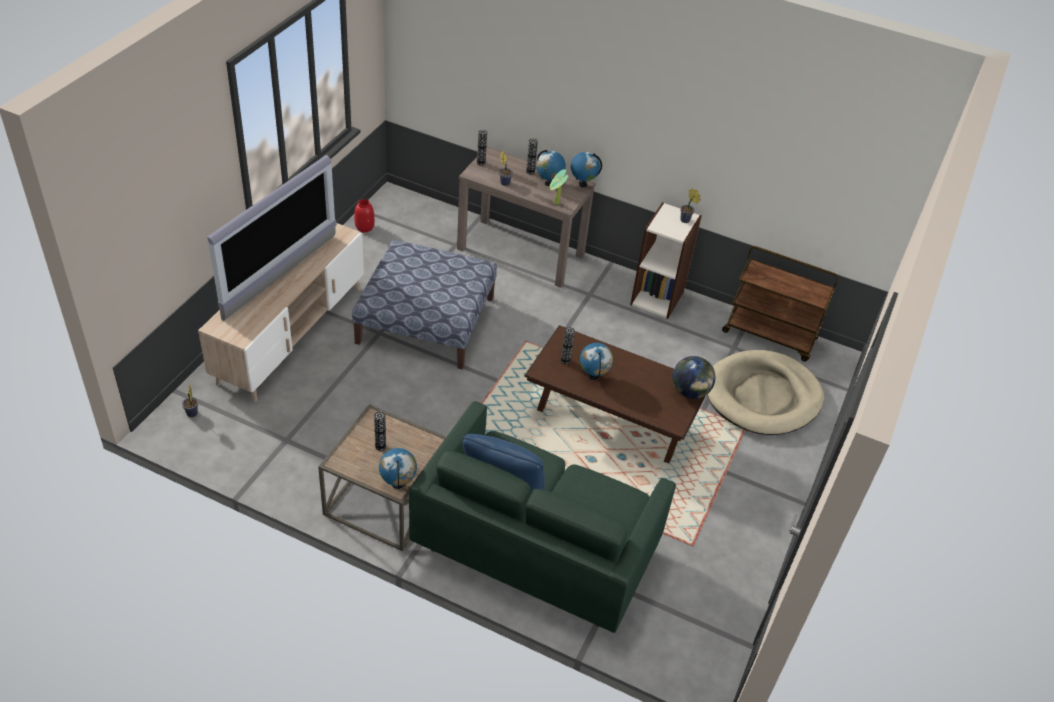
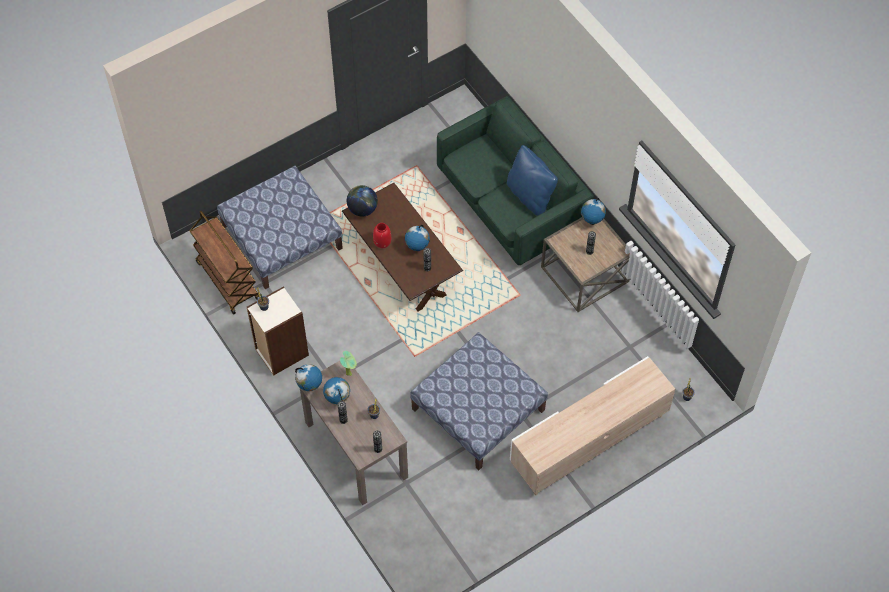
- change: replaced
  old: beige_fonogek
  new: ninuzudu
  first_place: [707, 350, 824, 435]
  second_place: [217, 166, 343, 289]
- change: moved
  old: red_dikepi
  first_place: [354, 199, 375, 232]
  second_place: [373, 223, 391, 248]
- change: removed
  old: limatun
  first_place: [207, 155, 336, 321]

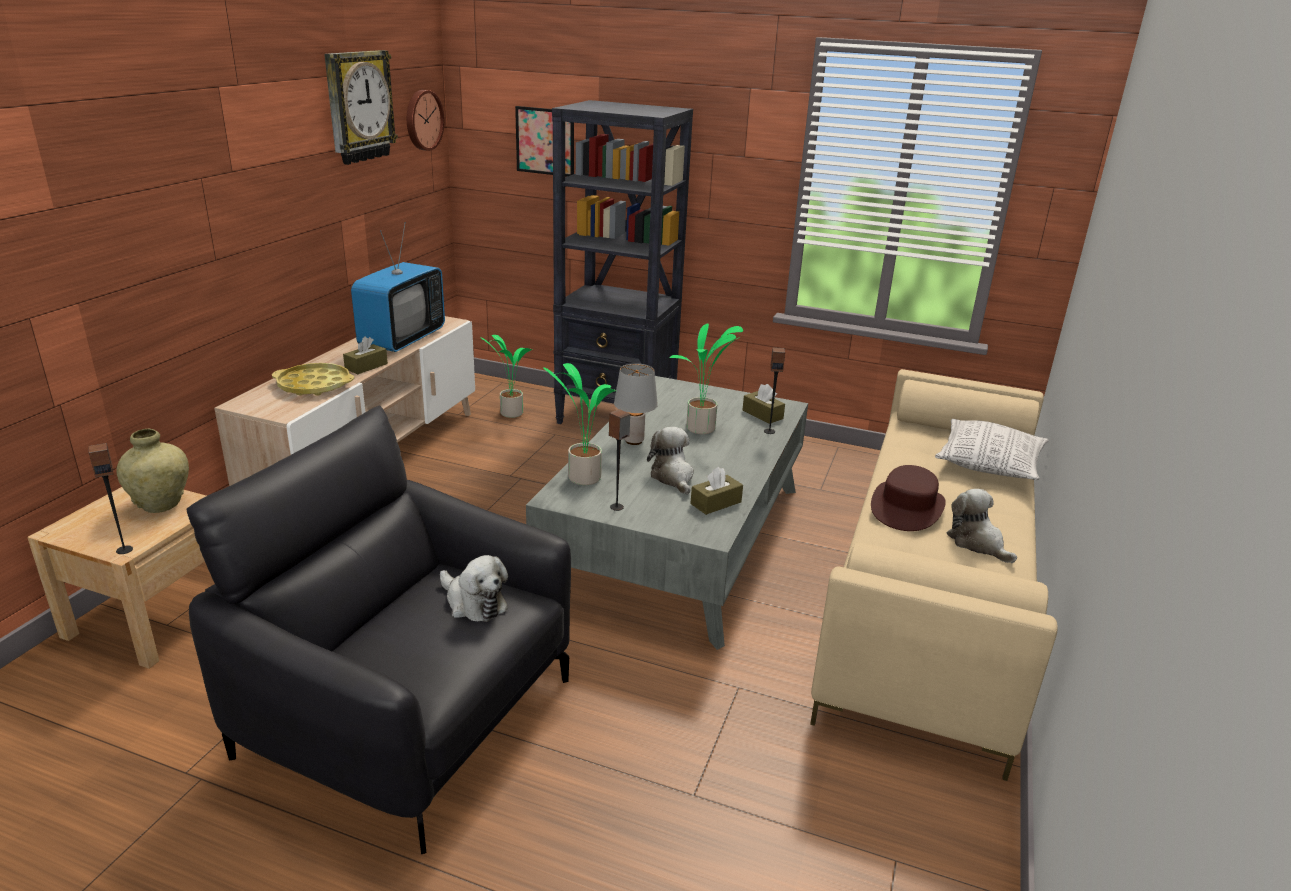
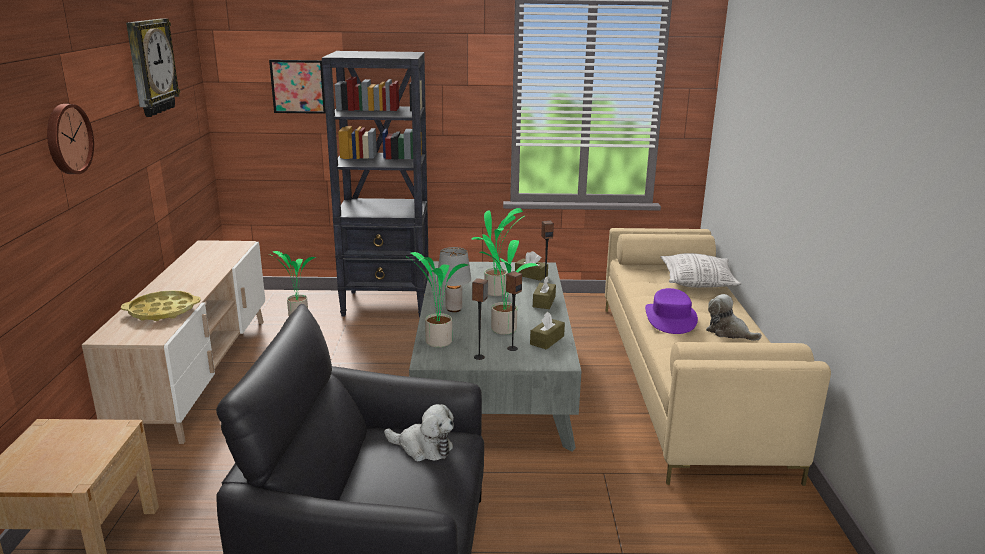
- change: moved
  old: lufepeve
  first_place: [407, 90, 445, 151]
  second_place: [47, 104, 94, 174]
- change: replaced
  old: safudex
  new: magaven
  first_place: [647, 427, 694, 495]
  second_place: [476, 234, 538, 335]
- change: moved
  old: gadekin
  first_place: [88, 443, 133, 554]
  second_place: [506, 271, 522, 351]
- change: moved
  old: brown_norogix
  first_place: [343, 336, 388, 374]
  second_place: [533, 276, 556, 309]
- change: recoloured
  old: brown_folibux
  new: purple_folibux
  first_place: [871, 465, 946, 531]
  second_place: [645, 288, 698, 334]
- change: removed
  old: beige_dikepi
  first_place: [117, 429, 189, 513]
- change: removed
  old: limatun
  first_place: [351, 222, 445, 352]

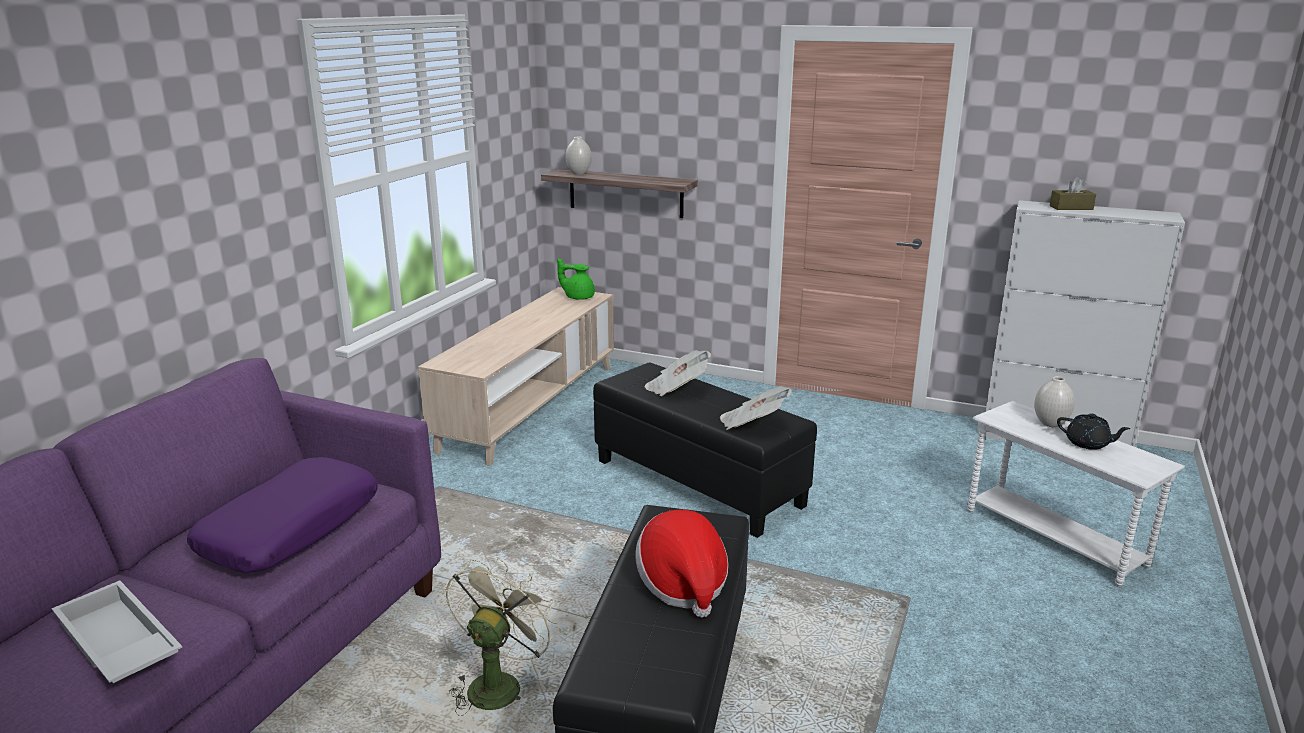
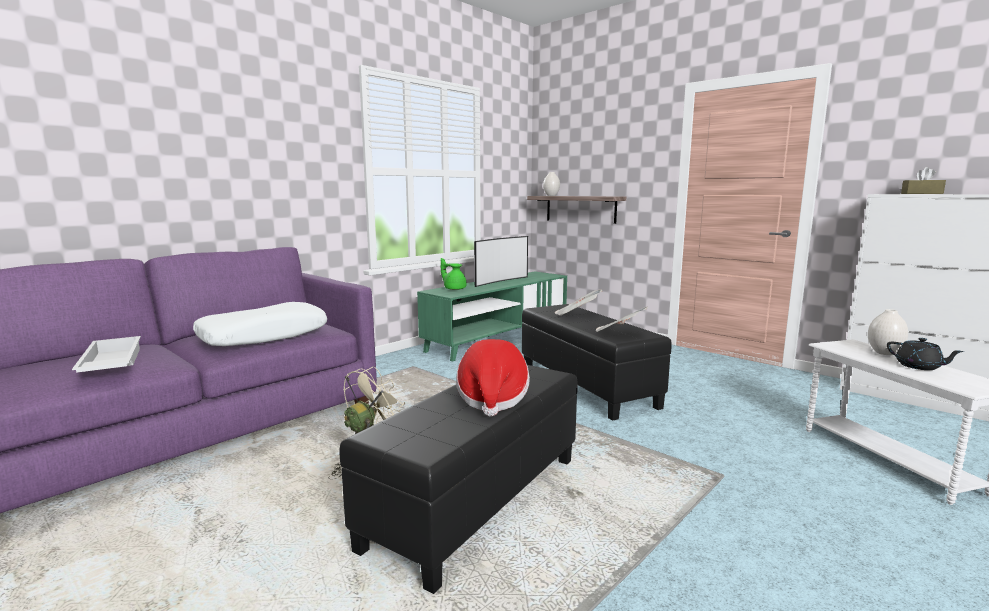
- change: recoloured
  old: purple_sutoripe
  new: white_sutoripe
  first_place: [187, 457, 378, 573]
  second_place: [193, 302, 327, 346]
- change: recoloured
  old: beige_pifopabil
  new: green_pifopabil
  first_place: [418, 287, 614, 466]
  second_place: [417, 271, 567, 361]
- change: moved
  old: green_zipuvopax
  first_place: [557, 258, 595, 300]
  second_place: [441, 258, 467, 290]
- change: added
  new: limatun
  second_place: [474, 236, 528, 287]

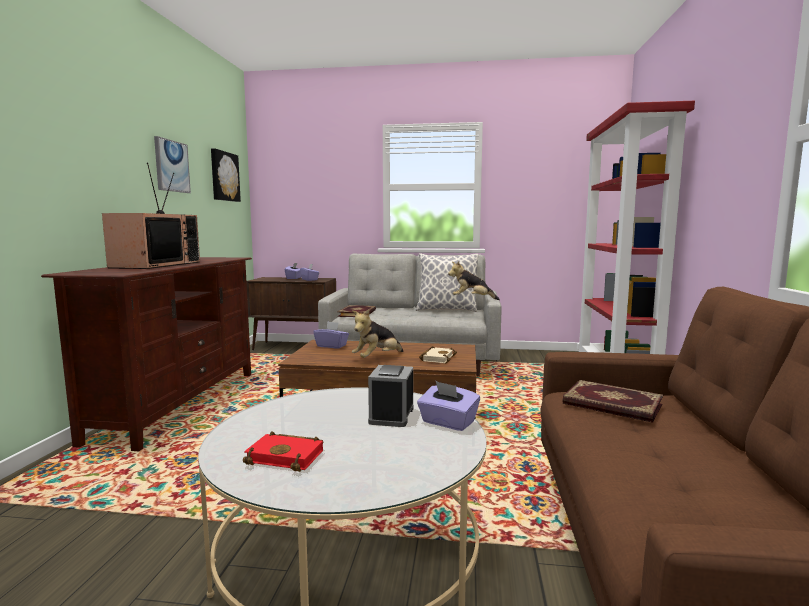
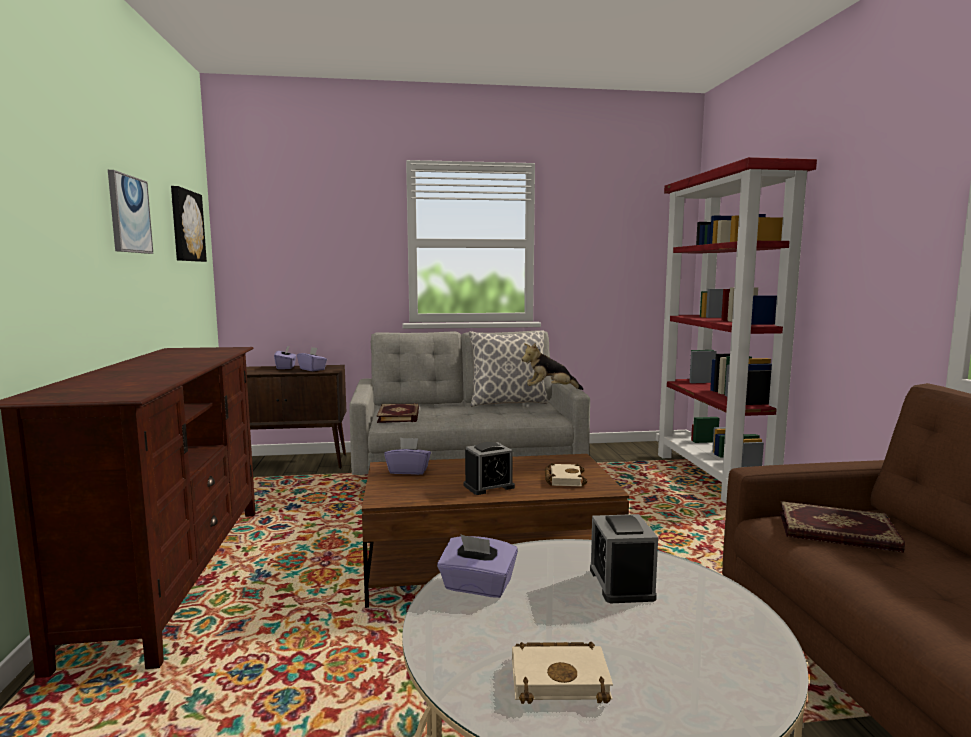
- change: moved
  old: purple_norogix
  first_place: [417, 381, 480, 431]
  second_place: [437, 534, 518, 598]
- change: replaced
  old: safudex
  new: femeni
  first_place: [352, 310, 403, 358]
  second_place: [463, 442, 515, 495]
- change: recoloured
  old: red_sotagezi
  new: beige_sotagezi
  first_place: [243, 431, 323, 472]
  second_place: [512, 642, 613, 704]
- change: removed
  old: limatun
  first_place: [102, 163, 200, 269]

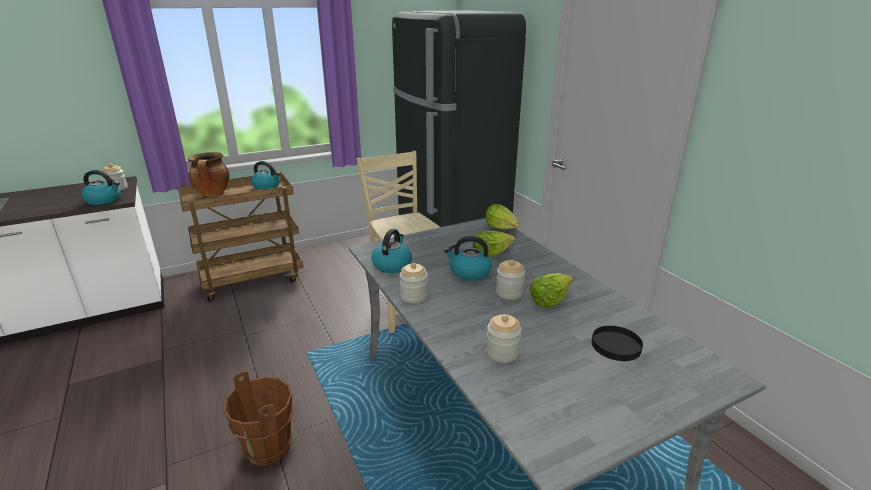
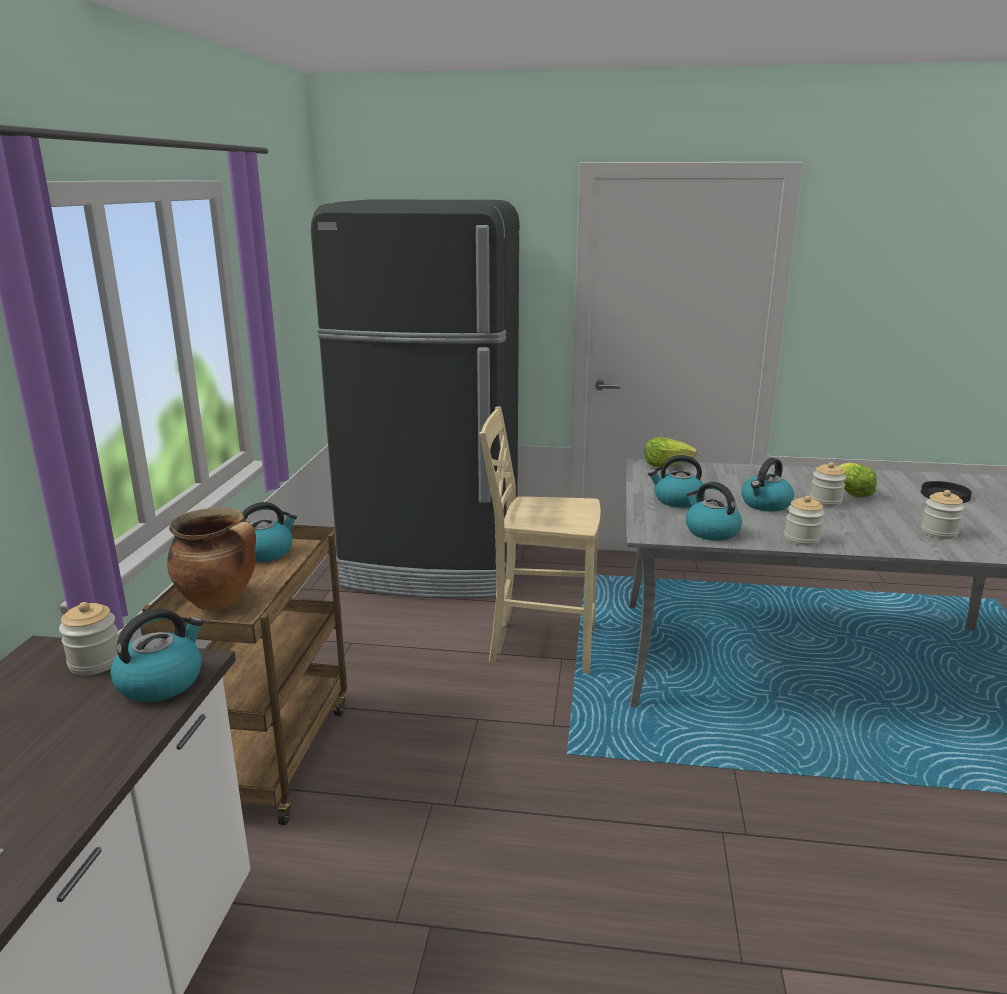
- change: added
  new: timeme
  second_place: [648, 455, 705, 508]
- change: removed
  old: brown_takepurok
  first_place: [223, 371, 294, 466]
- change: removed
  old: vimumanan
  first_place: [473, 231, 515, 257]

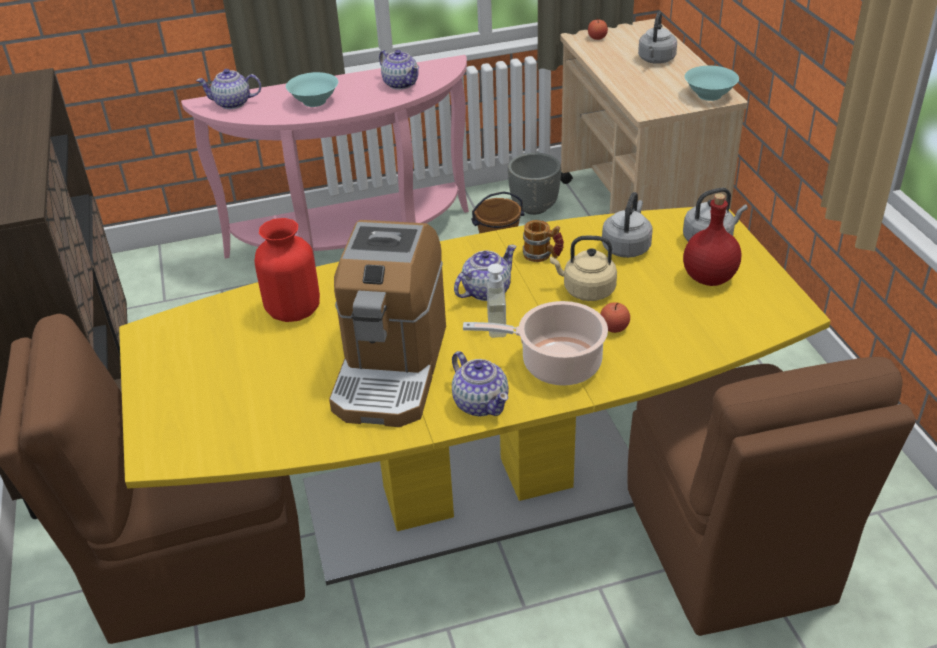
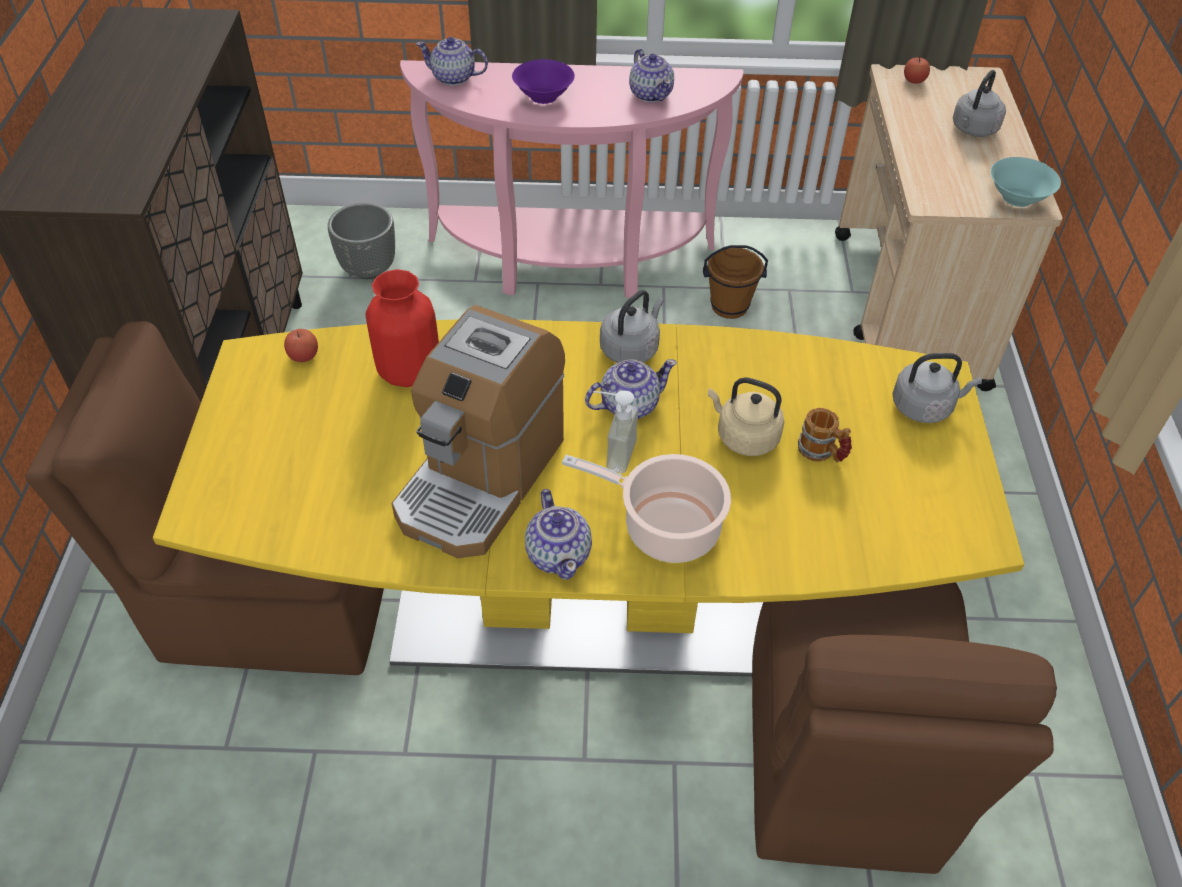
- change: moved
  old: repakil
  first_place: [600, 302, 630, 333]
  second_place: [284, 329, 318, 362]
- change: moved
  old: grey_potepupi
  first_place: [508, 153, 561, 215]
  second_place: [328, 203, 395, 279]
- change: recoloured
  old: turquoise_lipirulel
  new: purple_lipirulel
  first_place: [286, 72, 338, 107]
  second_place: [512, 59, 575, 104]
- change: moved
  old: grey_timeme
  first_place: [602, 192, 653, 258]
  second_place: [600, 290, 664, 363]
- change: moved
  old: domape
  first_place: [523, 220, 564, 262]
  second_place: [798, 408, 852, 463]
- change: removed
  old: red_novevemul
  first_place: [683, 193, 741, 286]

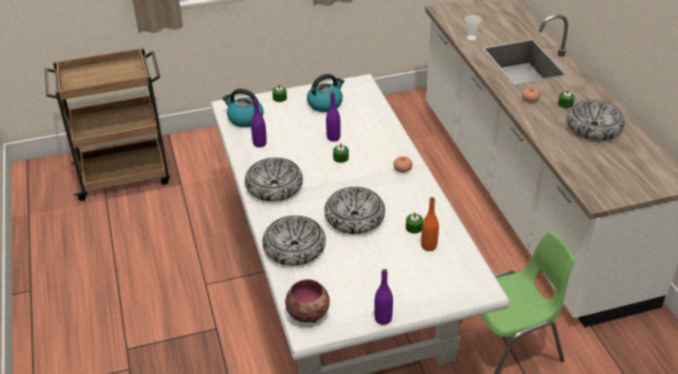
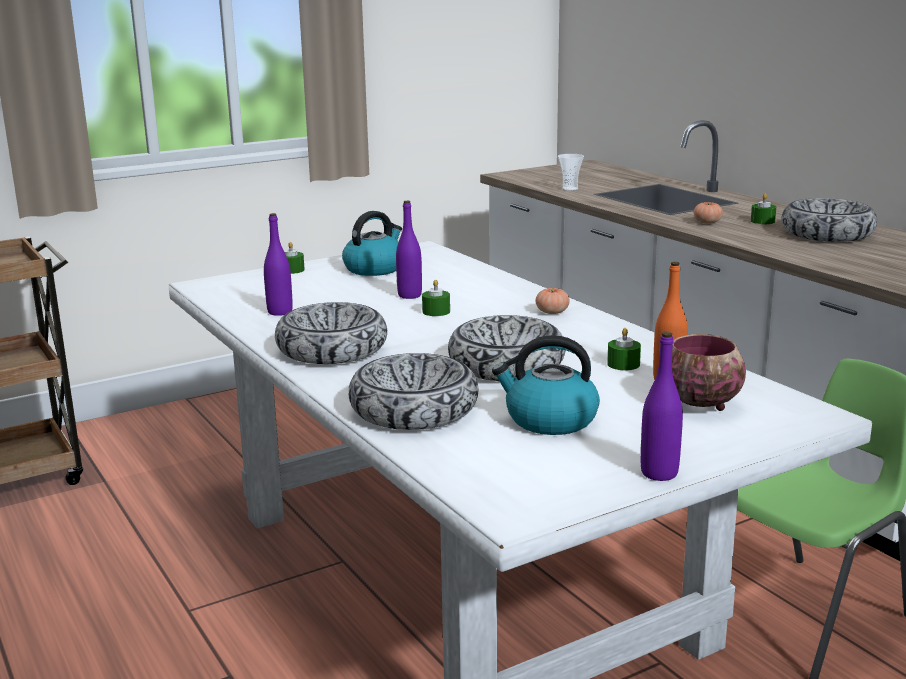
- change: moved
  old: timeme
  first_place: [222, 89, 264, 127]
  second_place: [492, 335, 600, 435]
- change: moved
  old: lipirulel
  first_place: [285, 279, 330, 323]
  second_place: [672, 334, 746, 411]

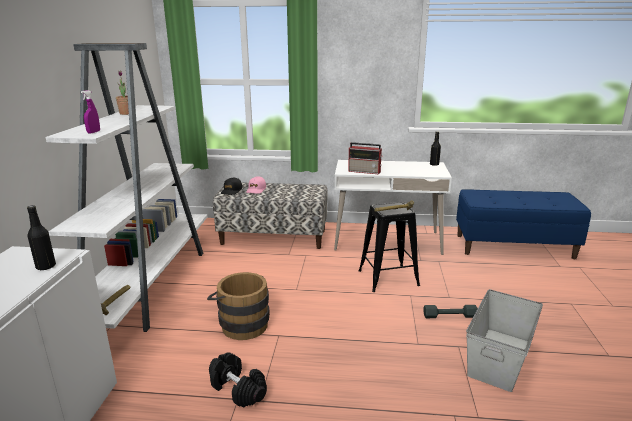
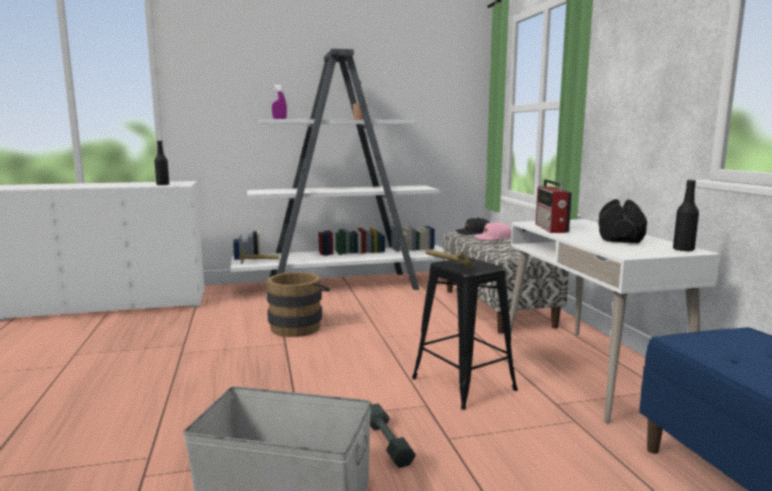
- change: moved
  old: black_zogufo
  first_place: [209, 353, 267, 408]
  second_place: [599, 199, 647, 243]

